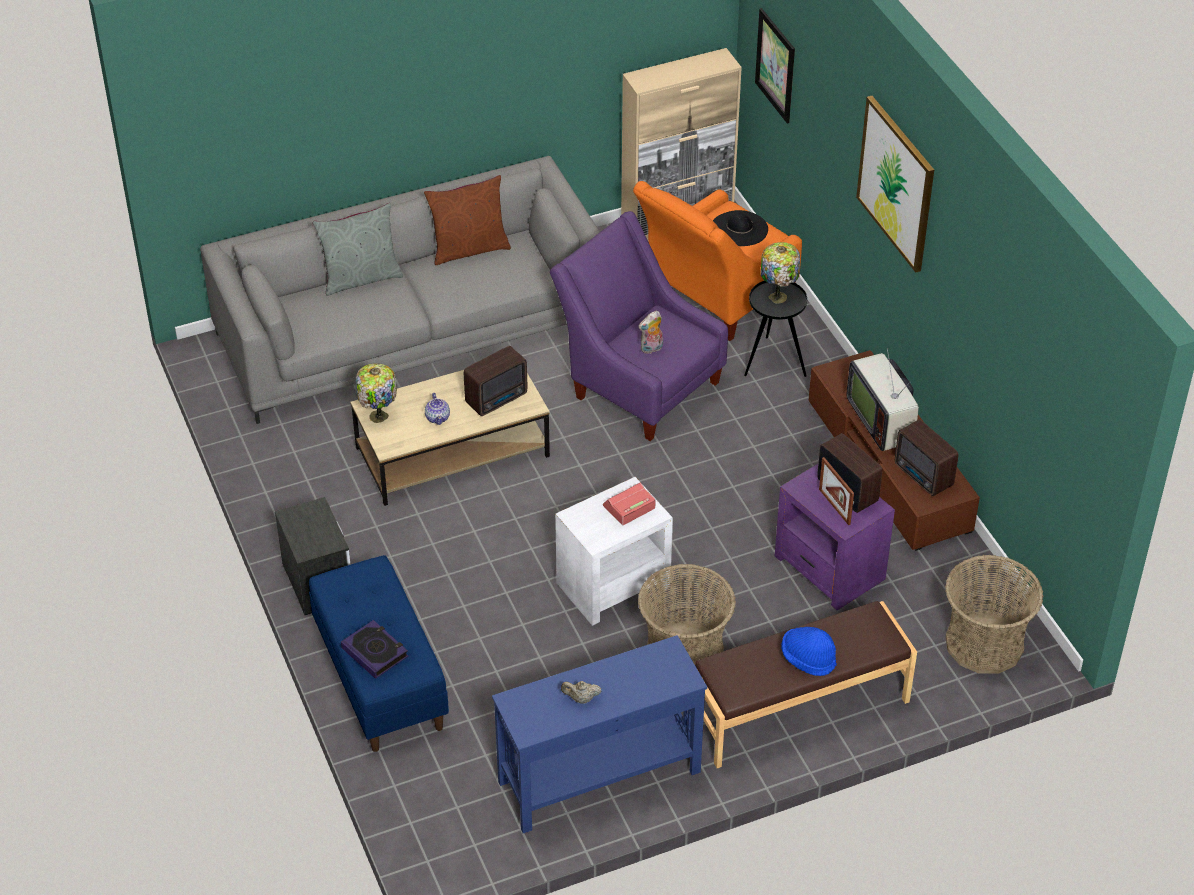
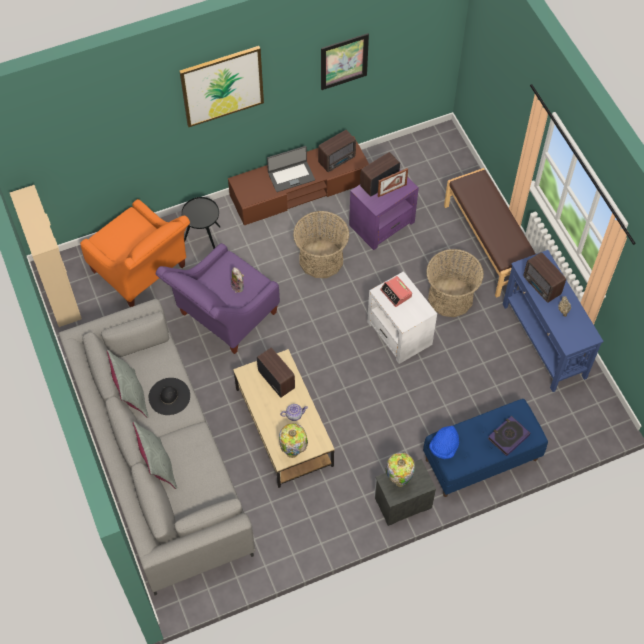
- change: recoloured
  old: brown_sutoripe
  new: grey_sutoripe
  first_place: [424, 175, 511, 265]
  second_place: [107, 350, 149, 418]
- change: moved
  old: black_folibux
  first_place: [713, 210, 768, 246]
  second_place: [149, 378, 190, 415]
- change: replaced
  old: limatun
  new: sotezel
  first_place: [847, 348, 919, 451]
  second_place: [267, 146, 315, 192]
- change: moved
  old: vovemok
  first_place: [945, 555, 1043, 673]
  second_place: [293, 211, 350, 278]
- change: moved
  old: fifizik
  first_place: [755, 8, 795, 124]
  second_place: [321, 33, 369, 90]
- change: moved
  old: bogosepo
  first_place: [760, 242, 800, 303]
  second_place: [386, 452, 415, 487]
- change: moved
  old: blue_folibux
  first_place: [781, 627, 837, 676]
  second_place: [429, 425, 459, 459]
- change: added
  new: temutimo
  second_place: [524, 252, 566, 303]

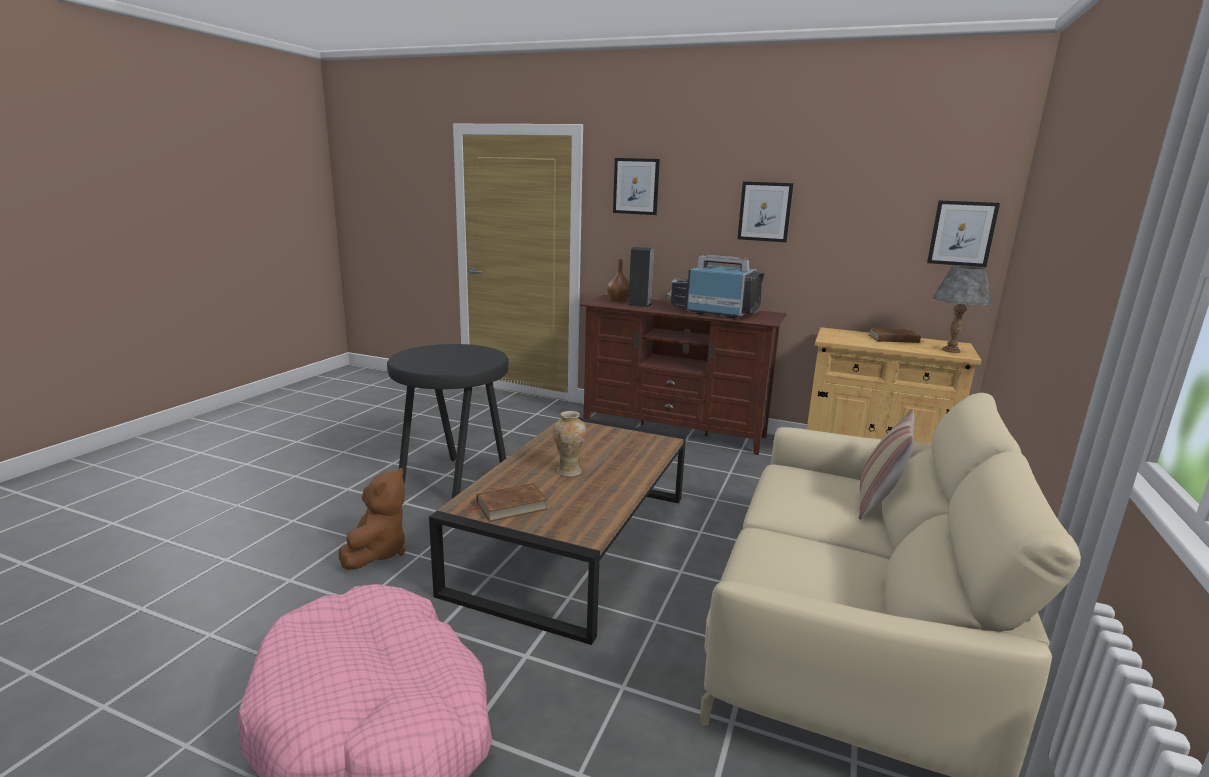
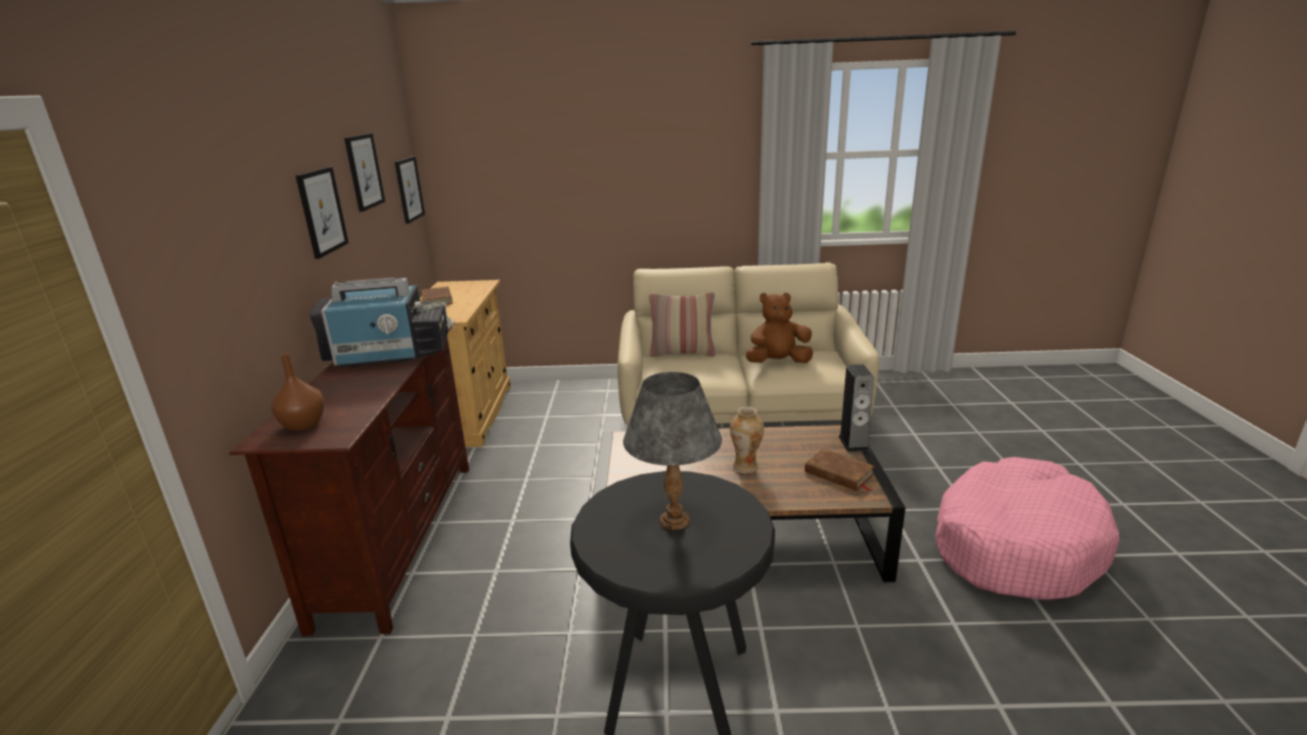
- change: turned
  old: limatun
  first_place: [667, 255, 764, 318]
  second_place: [310, 277, 455, 367]
  degrees: -105
- change: moved
  old: fifizik
  first_place: [613, 158, 660, 215]
  second_place: [344, 133, 385, 212]
- change: moved
  old: grey_bogosepo
  first_place: [933, 265, 992, 353]
  second_place: [623, 372, 722, 530]
- change: moved
  old: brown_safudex
  first_place: [339, 468, 405, 570]
  second_place: [745, 293, 813, 363]
- change: moved
  old: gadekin
  first_place: [627, 247, 654, 308]
  second_place: [838, 364, 874, 452]

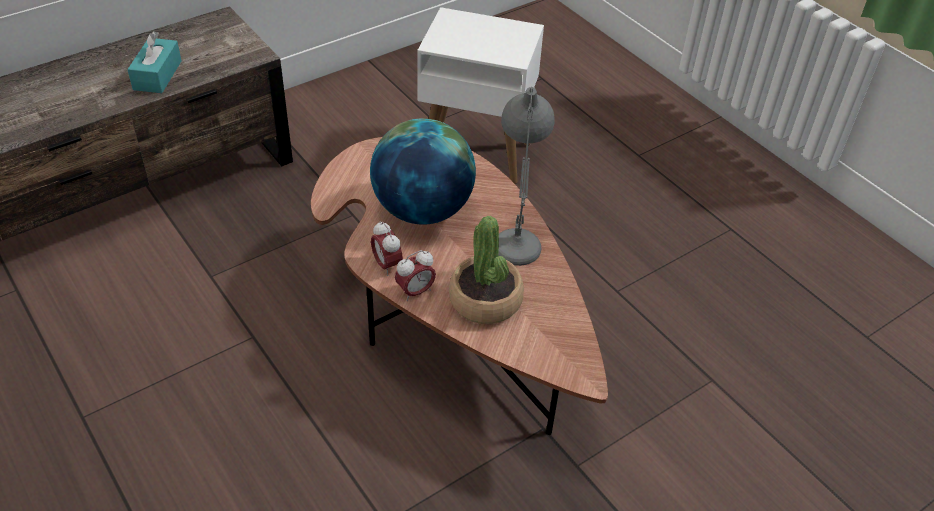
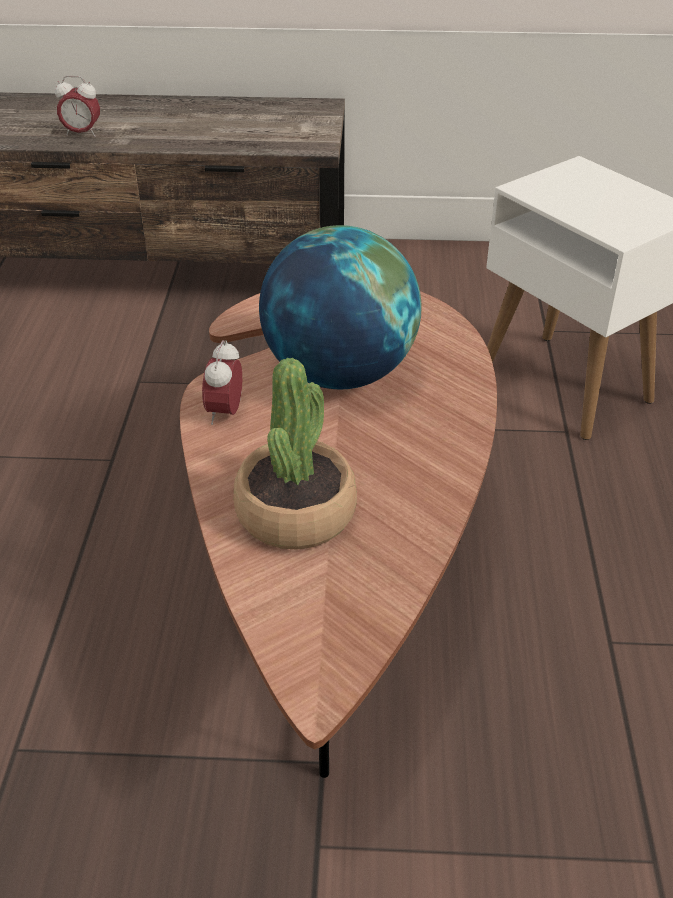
- change: moved
  old: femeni
  first_place: [395, 250, 436, 301]
  second_place: [55, 76, 100, 137]
- change: removed
  old: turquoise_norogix
  first_place: [127, 31, 181, 93]
- change: removed
  old: grey_bogosepo
  first_place: [498, 87, 555, 266]

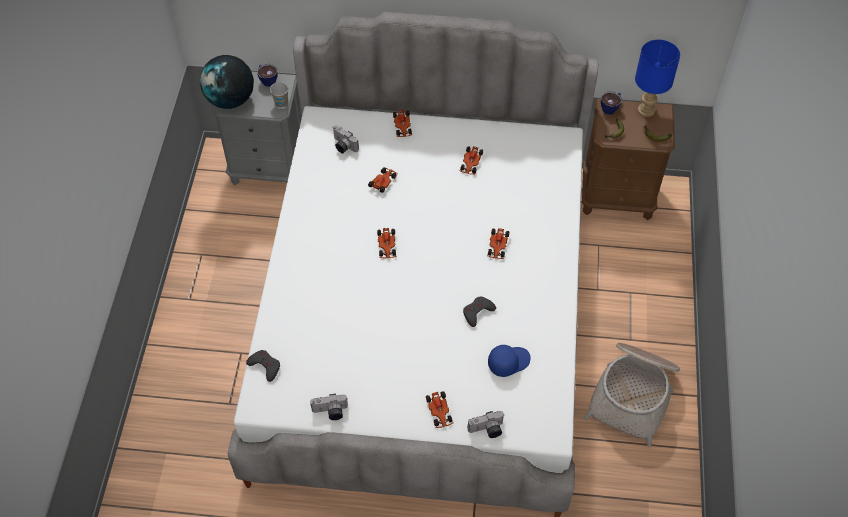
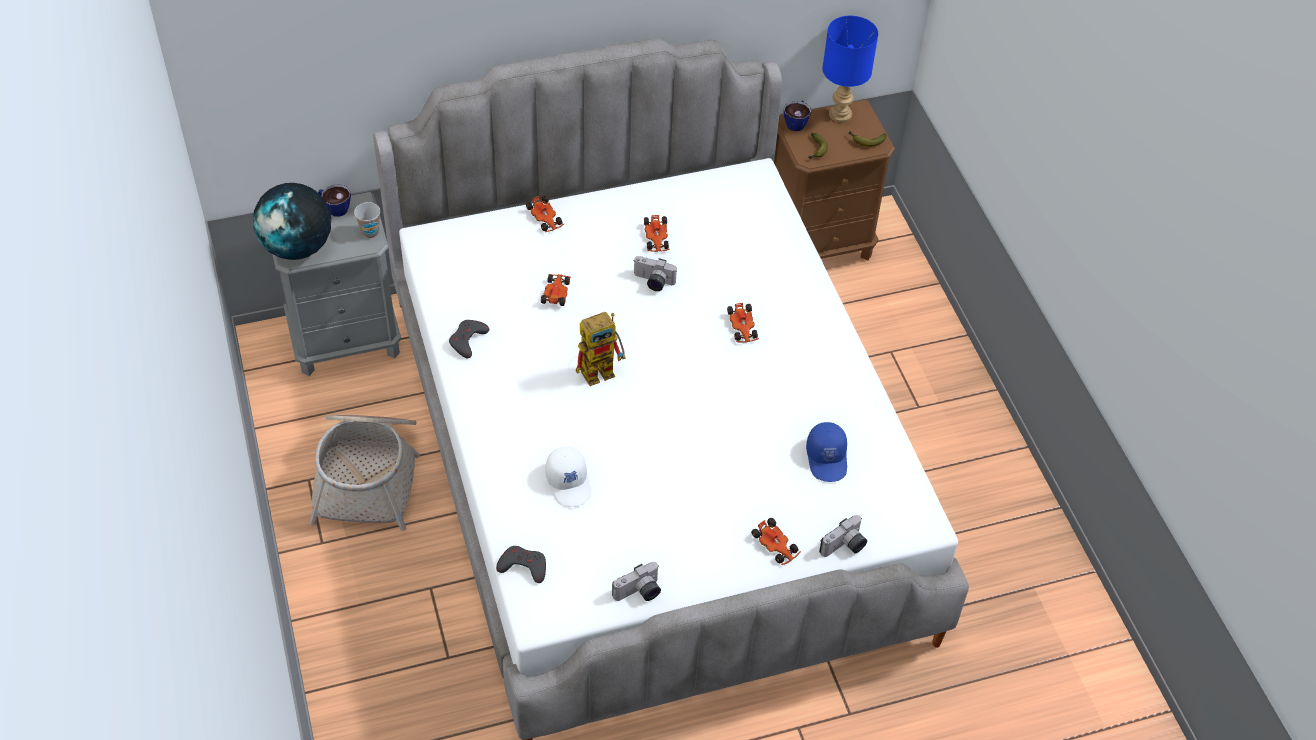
- change: moved
  old: vovemok
  first_place: [584, 343, 680, 447]
  second_place: [309, 415, 420, 531]
- change: moved
  old: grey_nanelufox
  first_place: [463, 297, 496, 327]
  second_place: [449, 320, 489, 358]
- change: added
  new: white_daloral
  second_place: [545, 446, 591, 507]
- change: replaced
  old: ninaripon
  new: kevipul
  first_place: [377, 228, 396, 258]
  second_place: [576, 312, 626, 386]
- change: moved
  old: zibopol
  first_place: [333, 125, 359, 153]
  second_place: [633, 256, 677, 291]
- change: turned
  old: blue_daloral
  first_place: [488, 345, 531, 377]
  second_place: [806, 422, 847, 482]
  degrees: 135

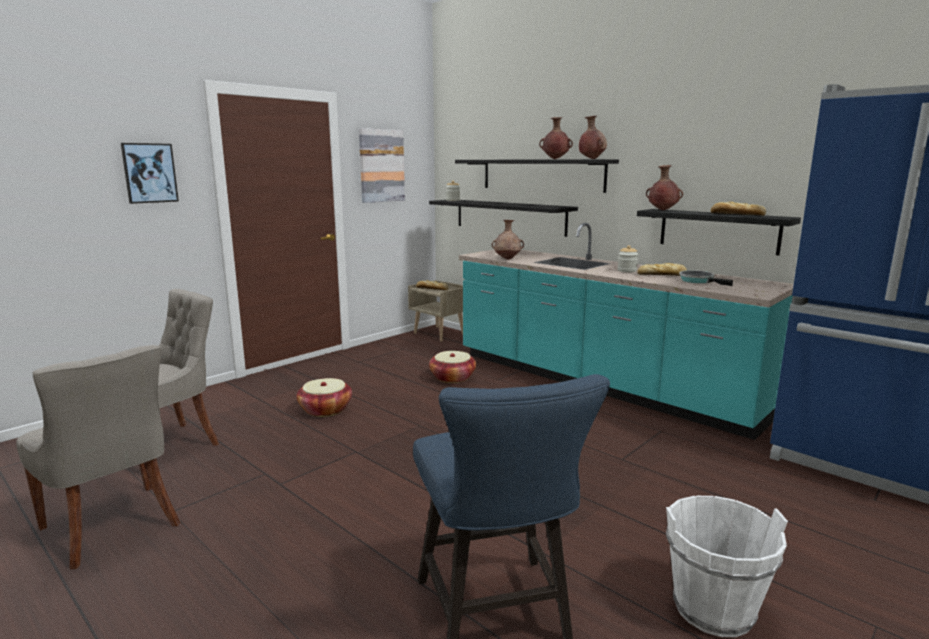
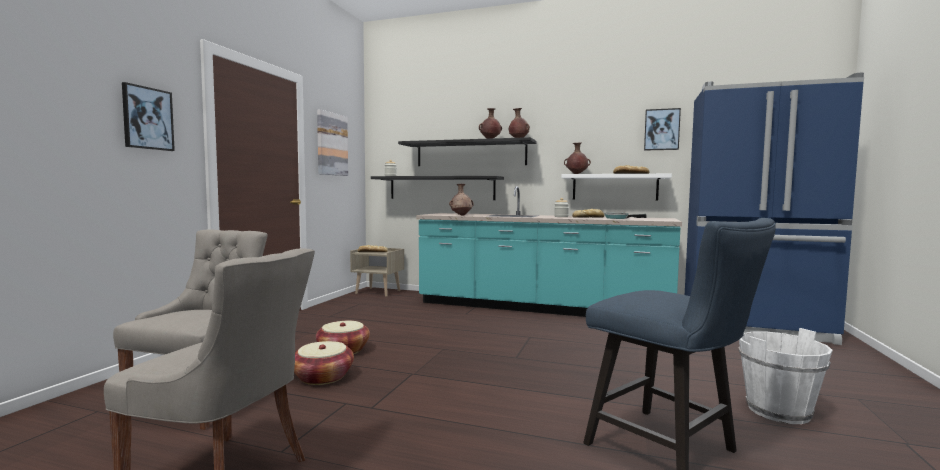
- change: moved
  old: vovemok
  first_place: [429, 351, 476, 383]
  second_place: [294, 341, 354, 385]
- change: recoloured
  old: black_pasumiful
  new: white_pasumiful
  first_place: [637, 209, 801, 256]
  second_place: [561, 174, 672, 201]
- change: added
  new: fifizik
  second_place: [644, 108, 681, 151]

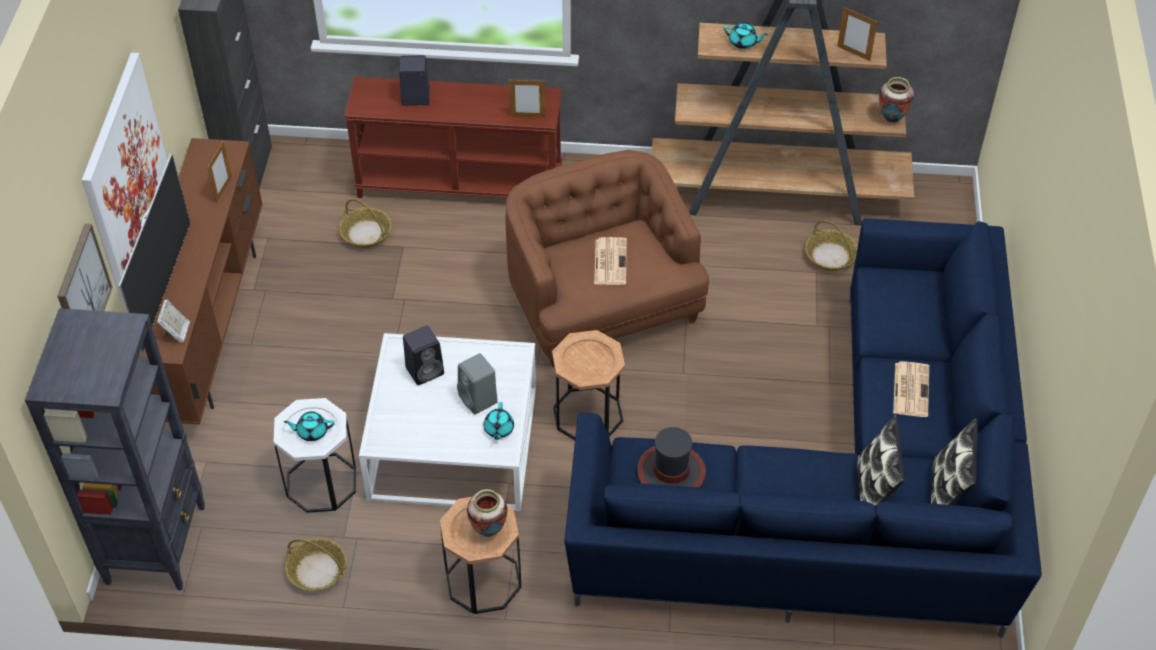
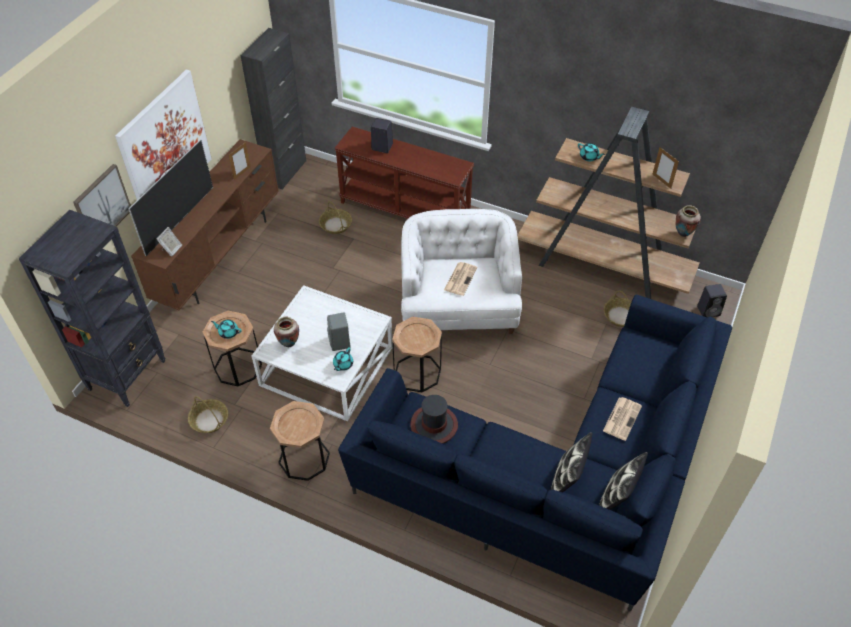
- change: recoloured
  old: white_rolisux
  new: brown_rolisux
  first_place: [273, 398, 356, 513]
  second_place: [203, 310, 262, 387]
- change: moved
  old: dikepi
  first_place: [467, 489, 508, 537]
  second_place: [274, 316, 299, 347]
- change: recoloured
  old: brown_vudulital
  new: white_vudulital
  first_place: [506, 150, 709, 367]
  second_place: [401, 209, 522, 334]
- change: moved
  old: black_gadekin
  first_place: [403, 325, 444, 385]
  second_place: [697, 284, 727, 317]
- change: removed
  old: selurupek
  first_place: [508, 79, 546, 118]

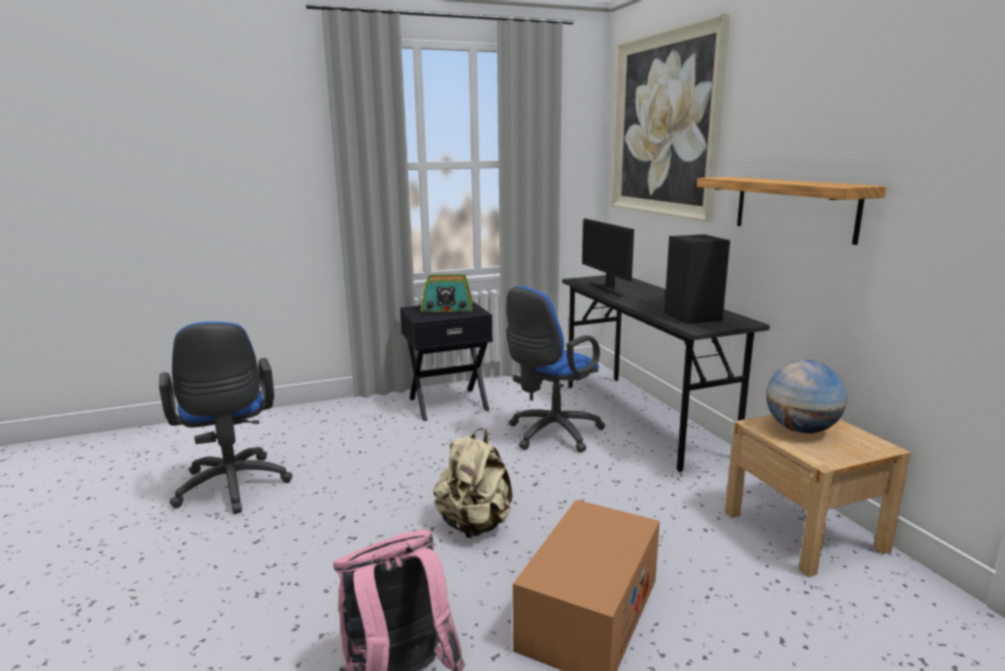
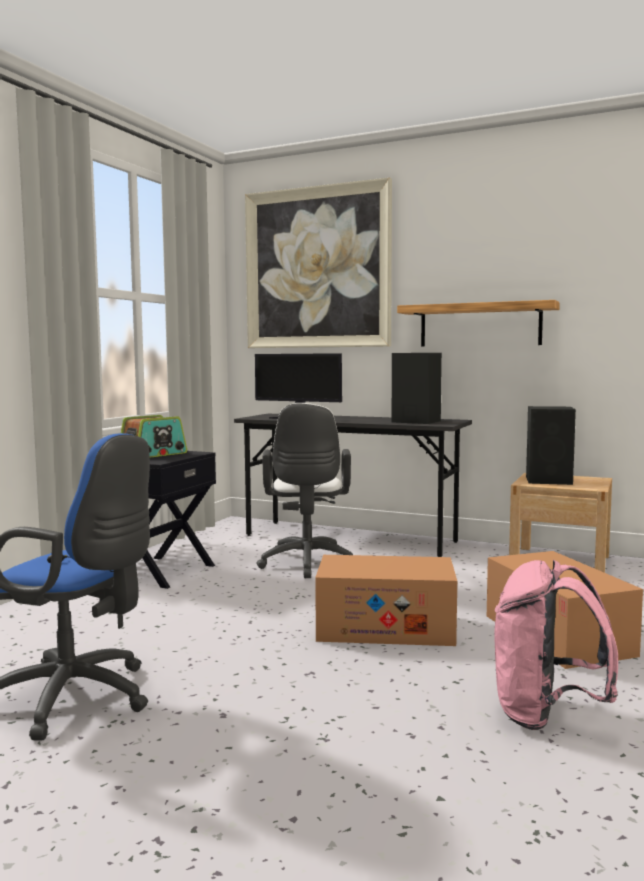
- change: recoloured
  old: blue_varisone
  new: white_varisone
  first_place: [506, 286, 605, 452]
  second_place: [257, 403, 353, 578]
- change: replaced
  old: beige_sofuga
  new: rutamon
  first_place: [434, 428, 513, 538]
  second_place: [315, 555, 457, 646]
- change: replaced
  old: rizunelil
  new: black_gadekin
  first_place: [766, 360, 847, 433]
  second_place: [526, 406, 576, 485]

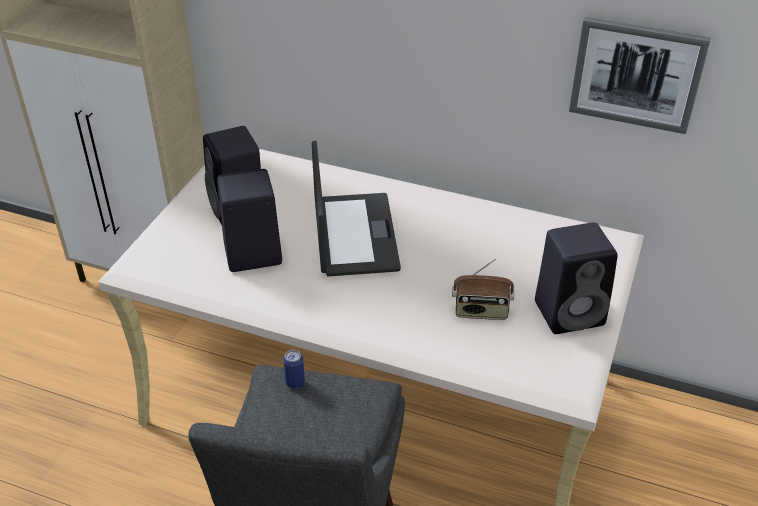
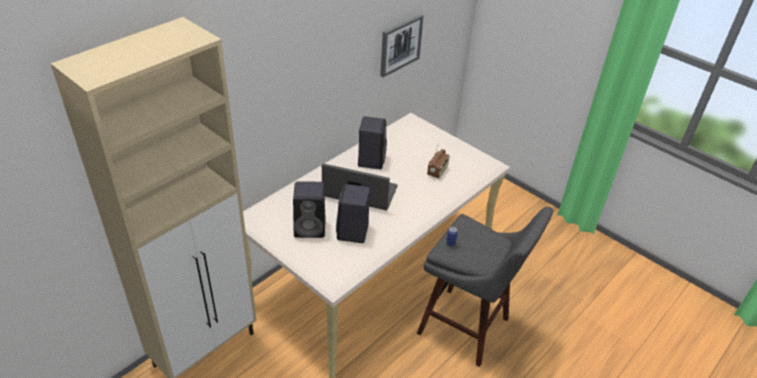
- change: moved
  old: black_gadekin
  first_place: [535, 222, 618, 334]
  second_place: [358, 116, 387, 169]

